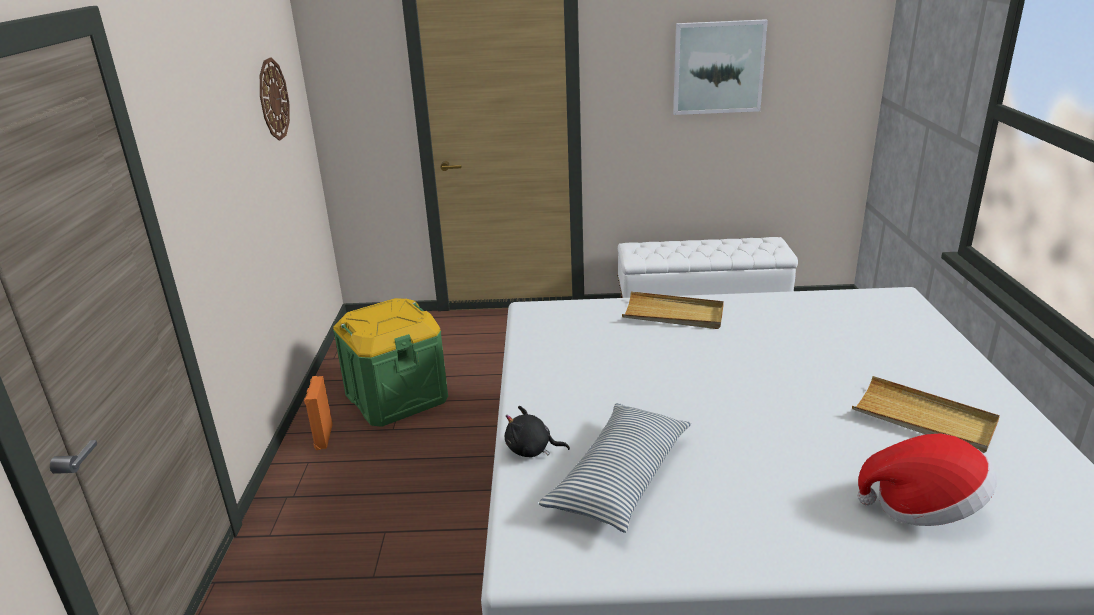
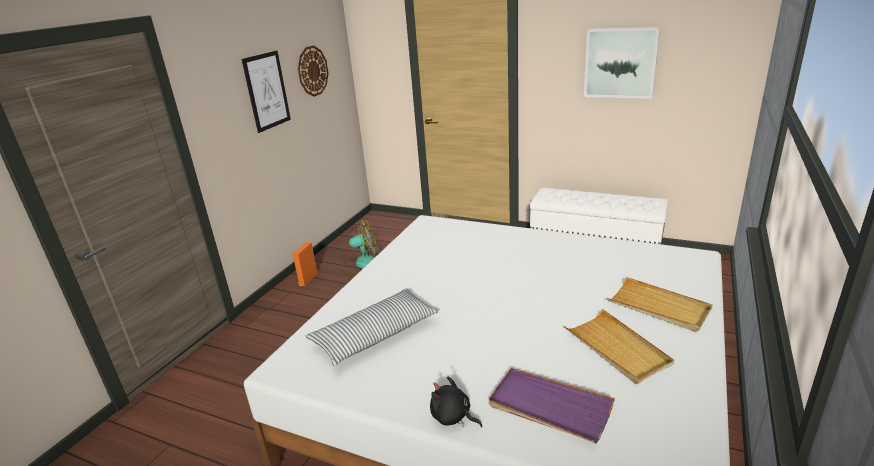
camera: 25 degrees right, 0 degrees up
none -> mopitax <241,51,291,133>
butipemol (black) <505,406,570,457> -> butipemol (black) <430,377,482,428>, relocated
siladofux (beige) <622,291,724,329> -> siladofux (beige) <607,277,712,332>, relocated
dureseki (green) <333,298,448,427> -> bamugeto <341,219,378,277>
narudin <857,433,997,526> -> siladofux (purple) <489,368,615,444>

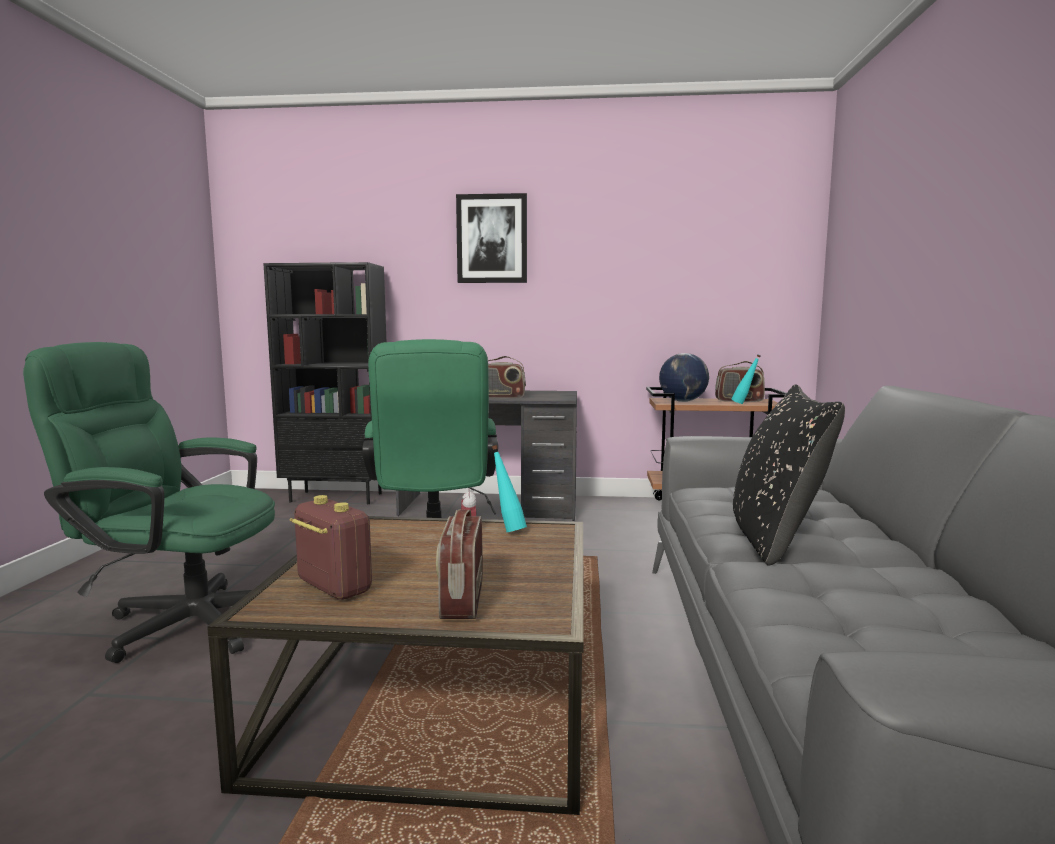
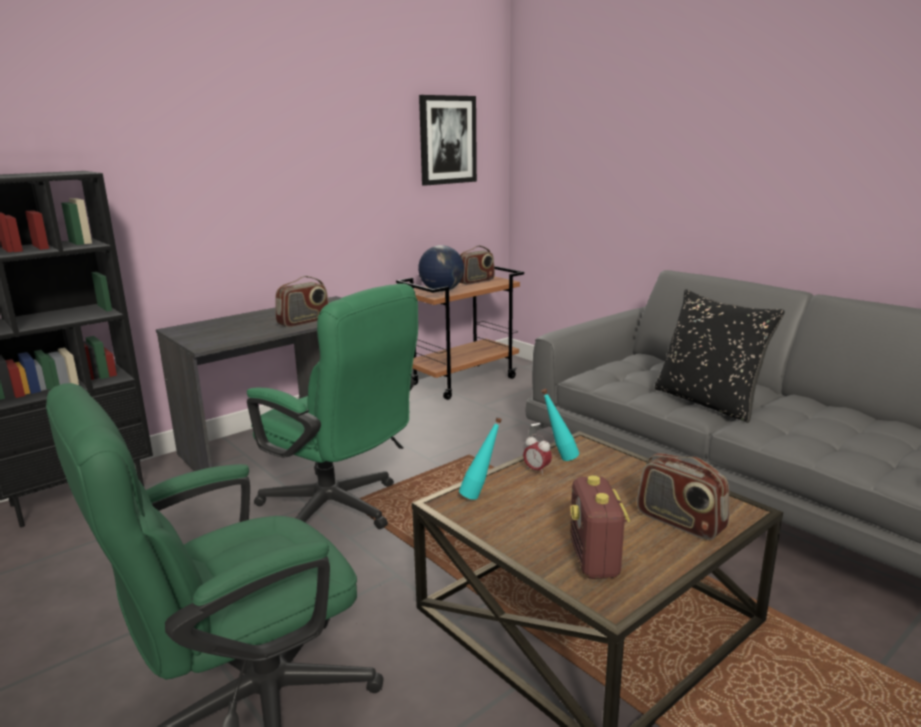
camera: 45 degrees left, 10 degrees up
mopitax <456,193,527,283> -> mopitax <419,95,477,186>, relocated
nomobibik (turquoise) <732,354,761,404> -> nomobibik (turquoise) <459,417,502,500>, relocated
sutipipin <290,495,372,600> -> sutipipin <570,475,630,579>, 90 degrees counterclockwise

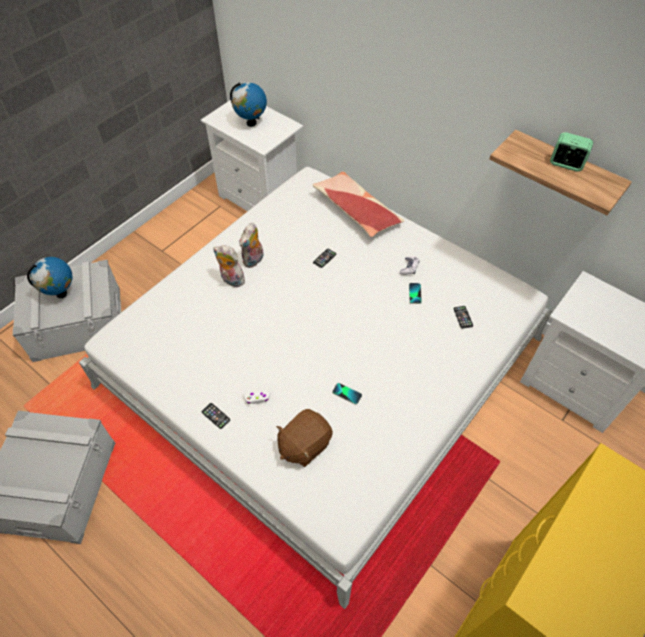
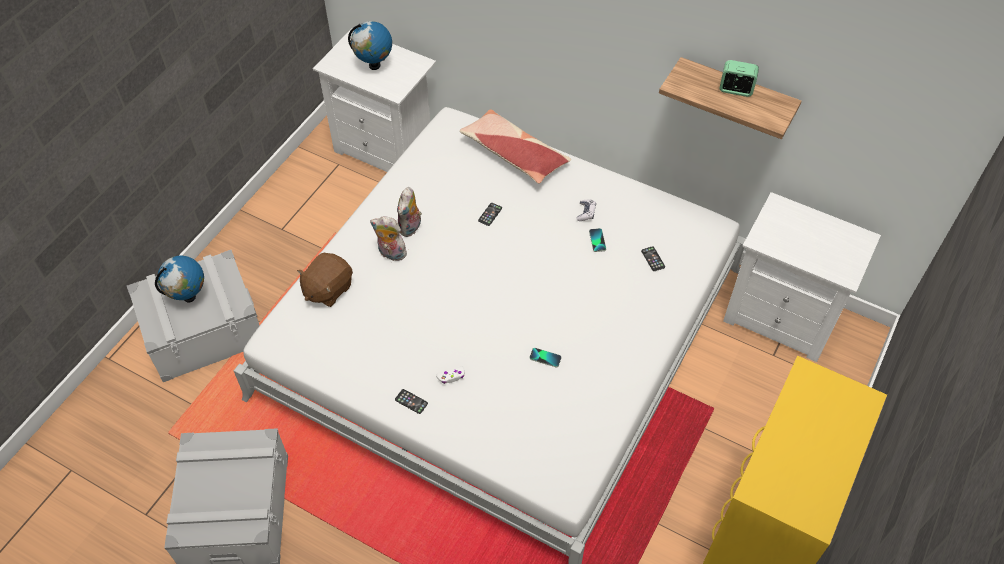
camera: 10 degrees left, 0 degrees up
butipemol (brown) <276,409,333,467> -> butipemol (brown) <297,253,353,307>, relocated

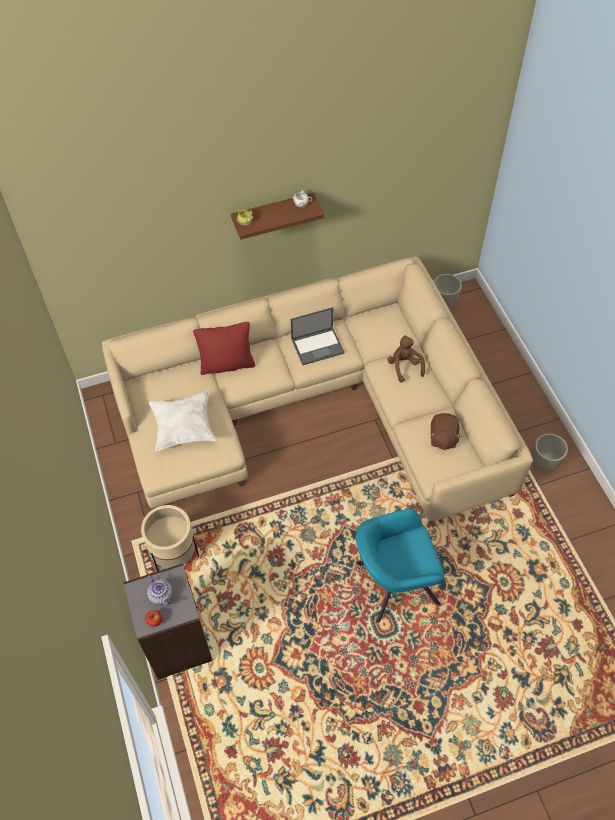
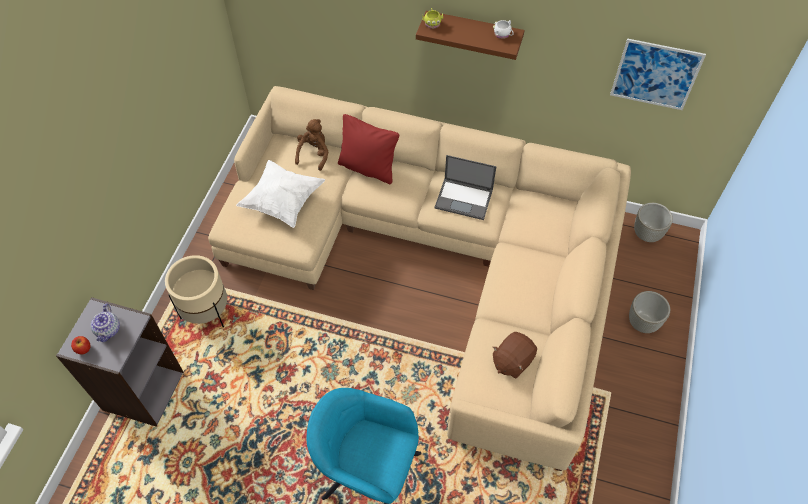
camera: 35 degrees right, 0 degrees up
none -> mopitax <610,38,706,110>
butipemol (brown) <387,335,425,383> -> butipemol (brown) <295,119,328,171>, relocated
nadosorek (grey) <532,433,568,471> -> nadosorek (grey) <629,291,670,333>, relocated

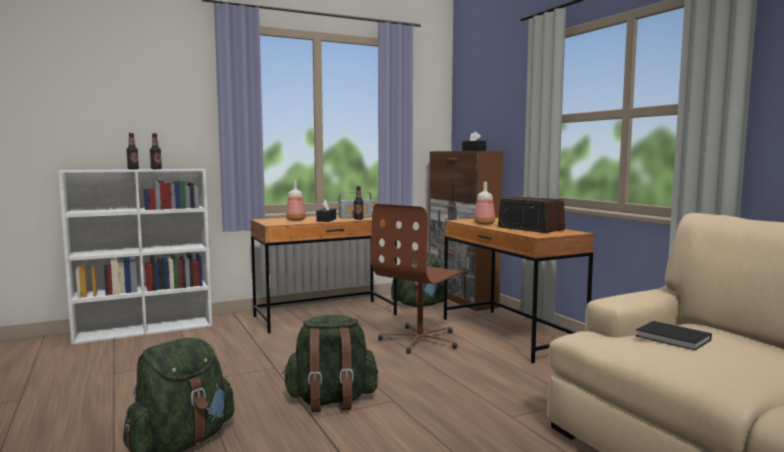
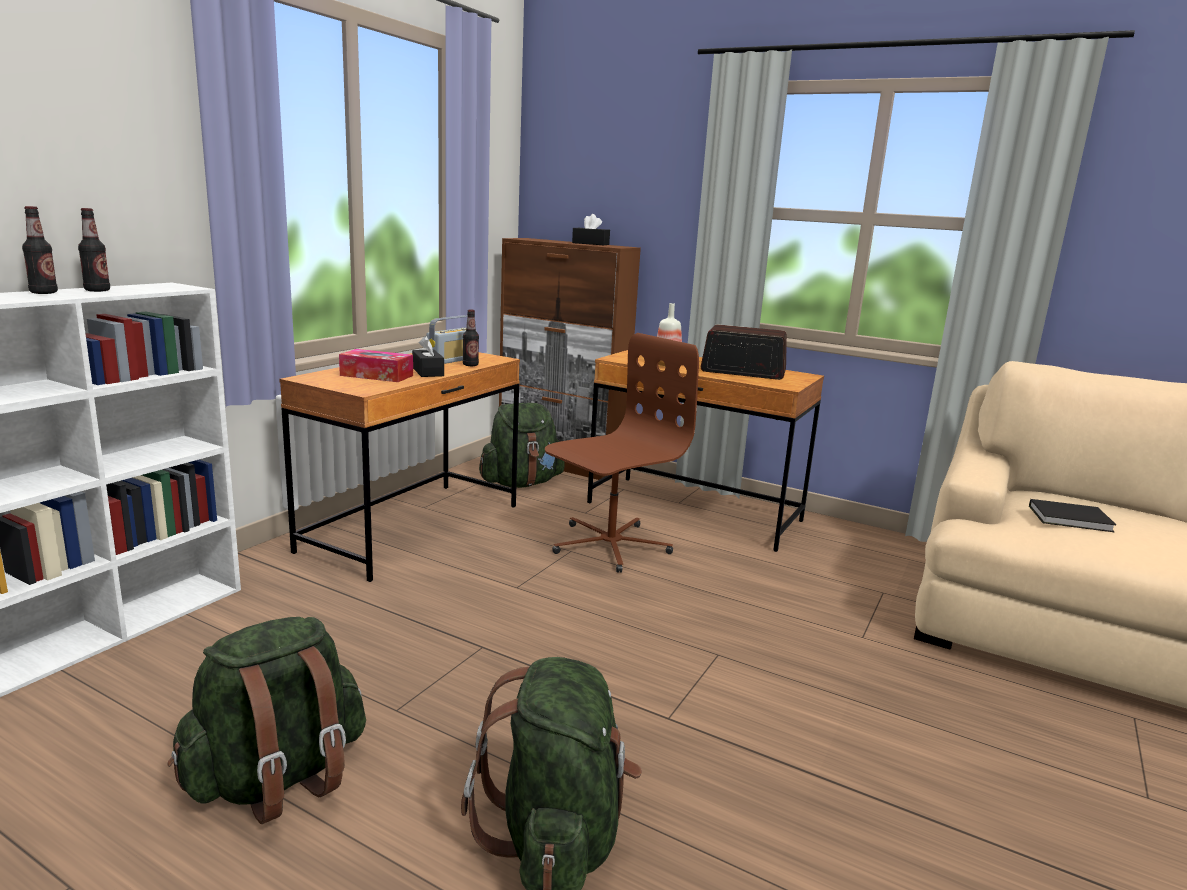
camera: 35 degrees left, 10 degrees up
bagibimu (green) <282,315,378,413> -> bagibimu (green) <167,617,366,824>, relocated
nomobibik <286,180,306,221> -> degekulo <339,349,413,382>
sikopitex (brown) <371,204,465,354> -> sikopitex (brown) <545,333,699,573>, 135 degrees counterclockwise

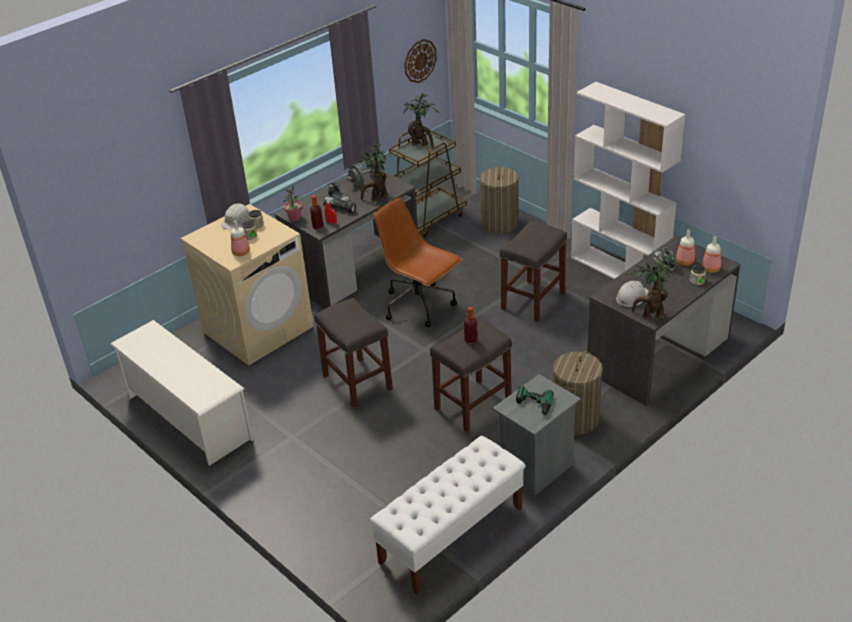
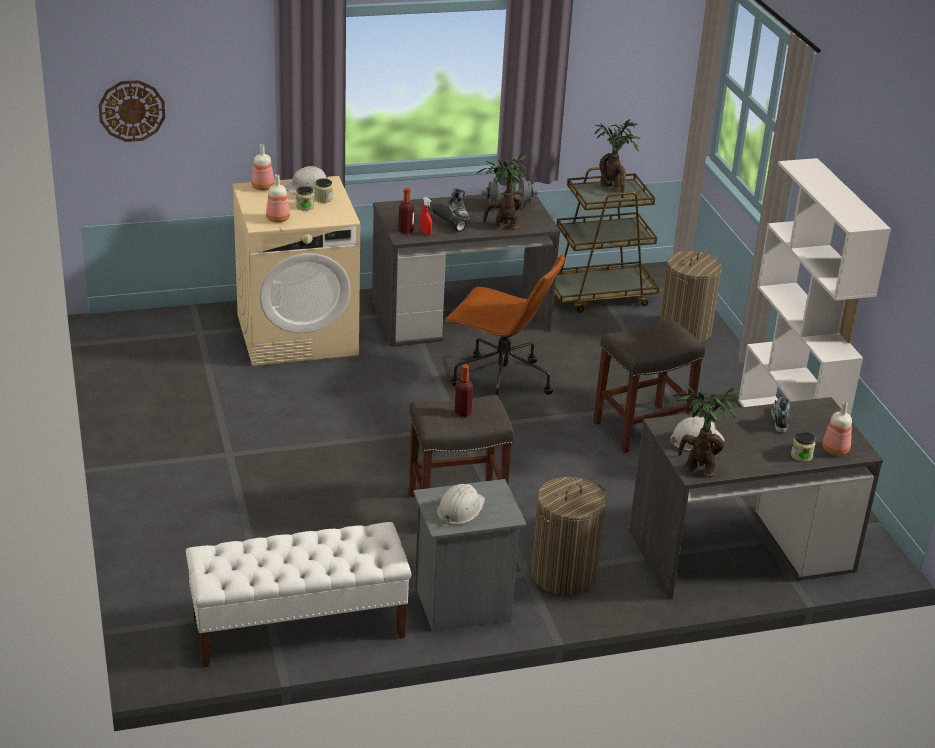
camera: 25 degrees right, 5 degrees down
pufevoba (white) <110,320,253,466> -> none
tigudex <283,185,303,221> -> none
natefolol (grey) <314,298,393,408> -> none
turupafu <404,39,437,83> -> turupafu <98,80,165,142>, relocated
nomobibik <676,229,695,266> -> nomobibik <251,144,274,191>, relocated
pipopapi <516,386,554,418> -> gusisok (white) <437,484,485,524>
sikopitex (brown) <374,198,462,327> -> sikopitex (brown) <445,254,565,395>, 135 degrees clockwise

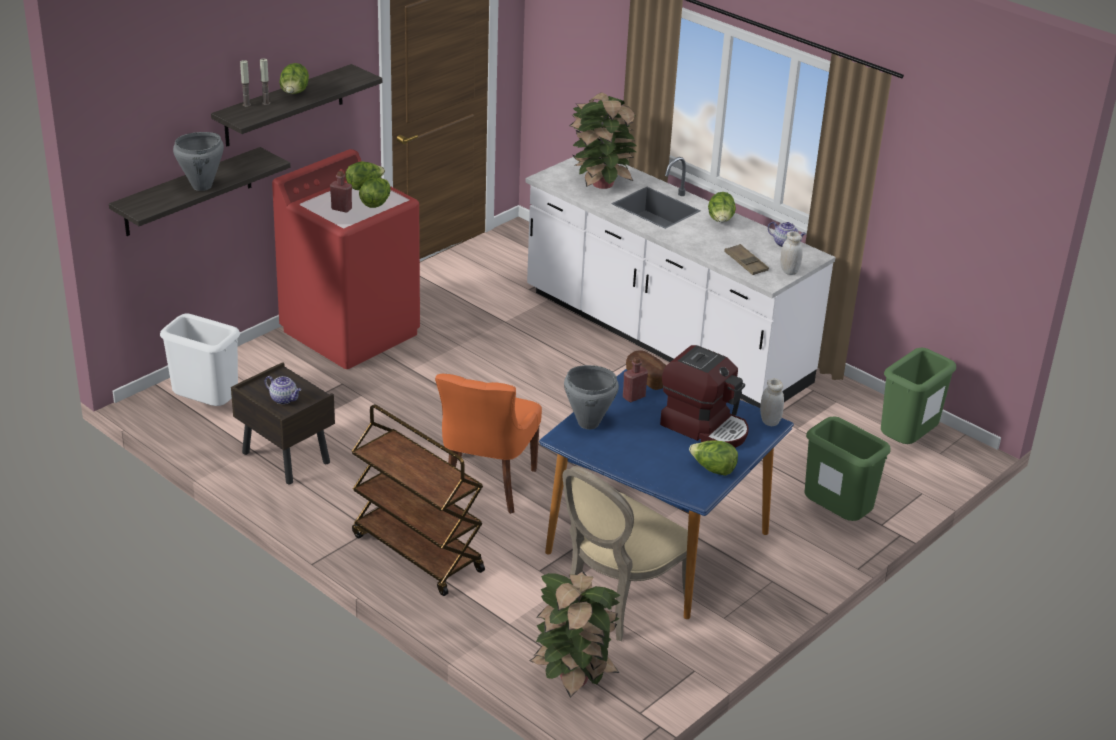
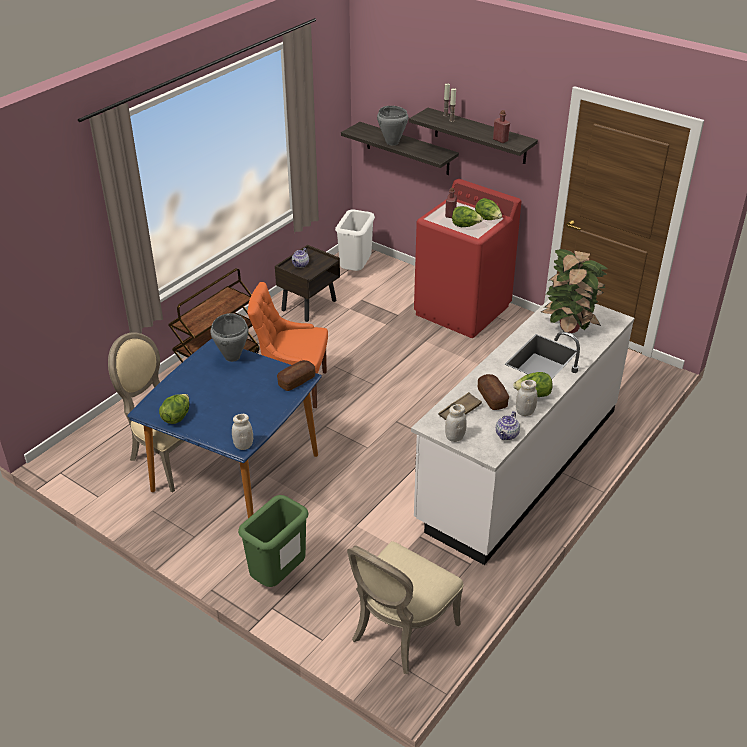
camera: 85 degrees right, 5 degrees up
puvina <279,63,309,94> -> none
tigudex <530,571,620,697> -> none
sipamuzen <660,345,749,448> -> none
none -> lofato <478,374,509,410>
none -> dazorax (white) <516,380,537,416>
nomobibik (red) <623,357,648,402> -> nomobibik (red) <493,110,510,143>, relocated
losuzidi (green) <881,347,956,444> -> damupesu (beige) <347,541,464,674>

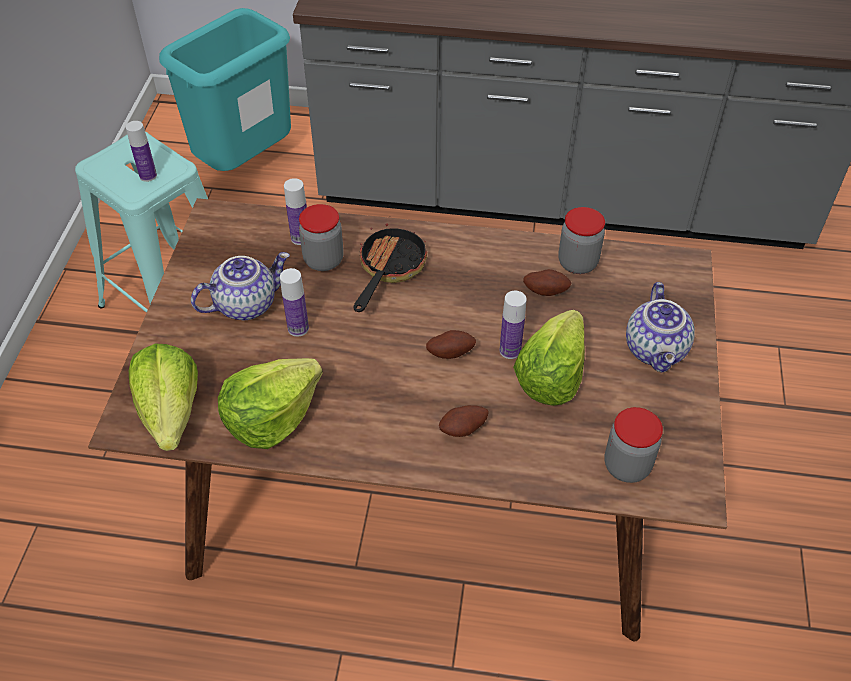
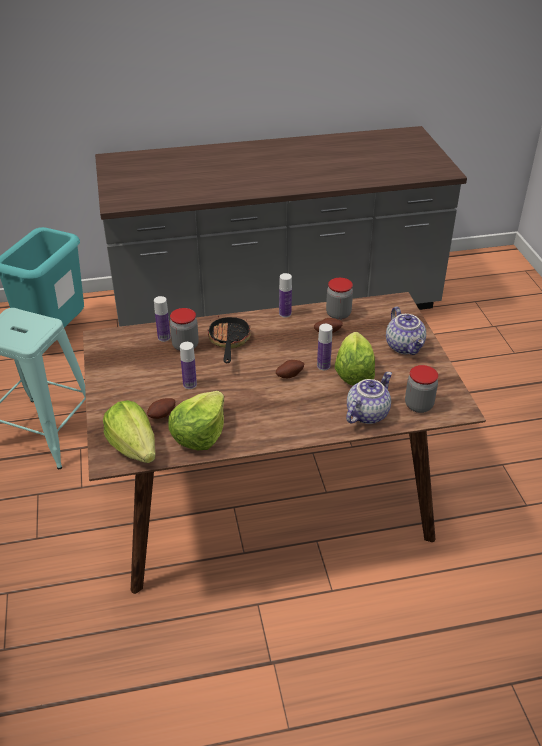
camera: 20 degrees left, 10 degrees down
nomobibik <126,121,157,182> -> nomobibik <279,273,292,318>, relocated
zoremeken <191,252,290,320> -> zoremeken <346,372,392,424>, relocated
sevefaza <439,405,489,437> -> sevefaza <147,398,175,419>, relocated

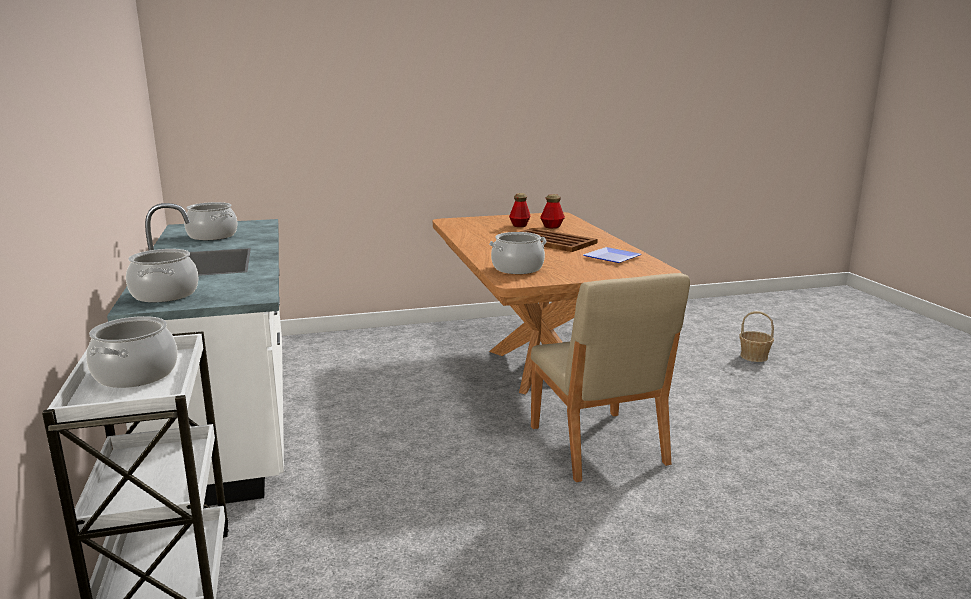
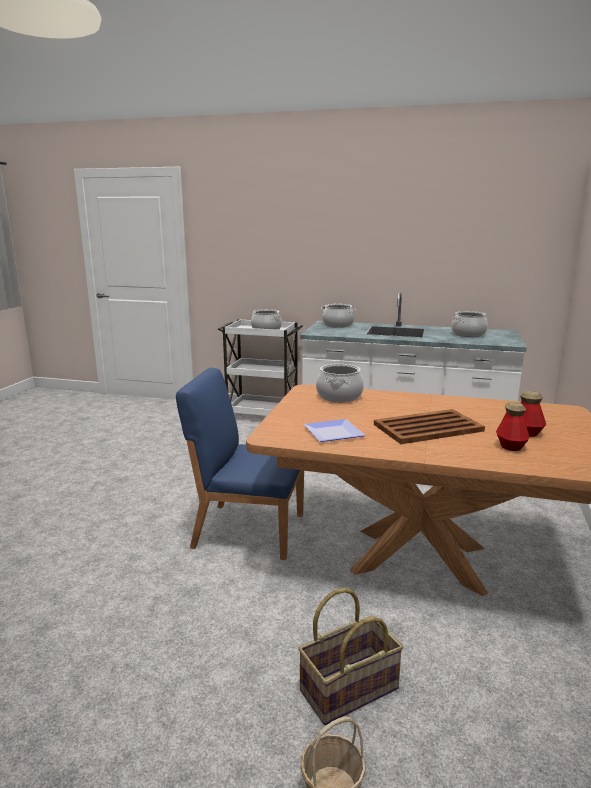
camera: 120 degrees right, 0 degrees up
none -> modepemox <298,588,403,725>
damupesu (beige) <531,273,690,482> -> damupesu (blue) <176,368,304,560>

